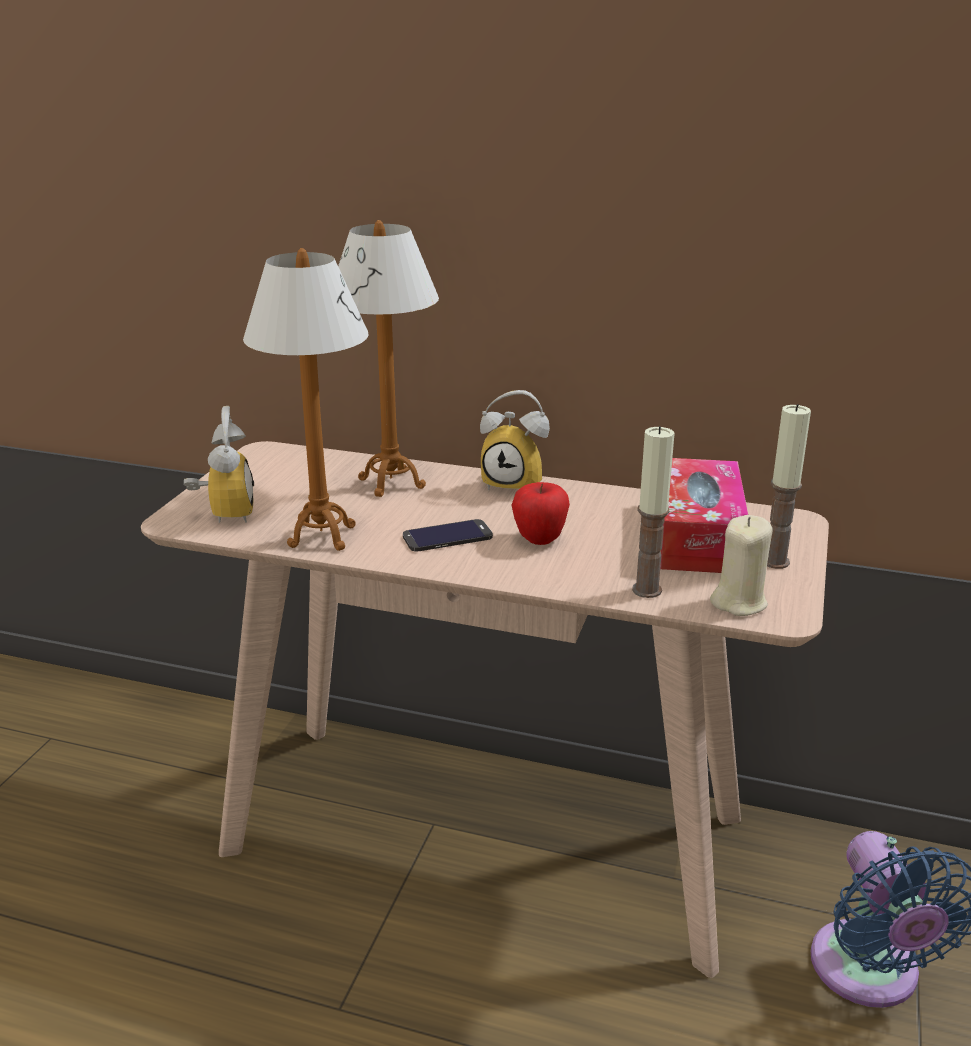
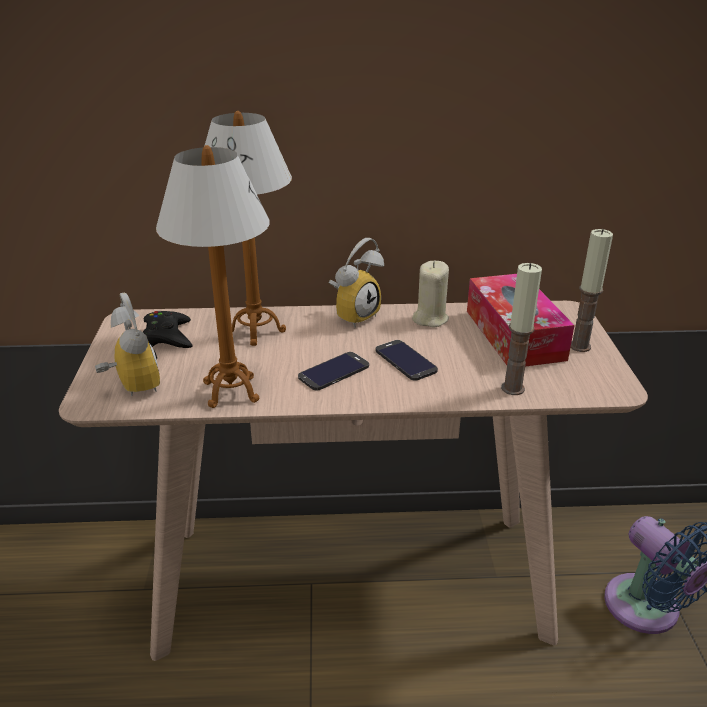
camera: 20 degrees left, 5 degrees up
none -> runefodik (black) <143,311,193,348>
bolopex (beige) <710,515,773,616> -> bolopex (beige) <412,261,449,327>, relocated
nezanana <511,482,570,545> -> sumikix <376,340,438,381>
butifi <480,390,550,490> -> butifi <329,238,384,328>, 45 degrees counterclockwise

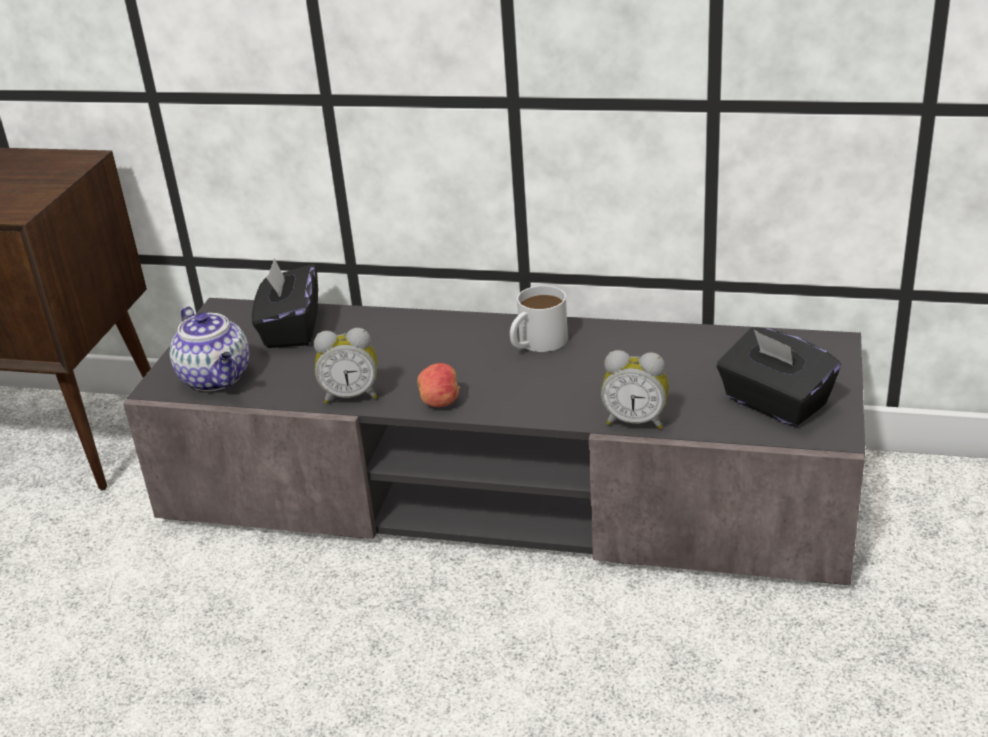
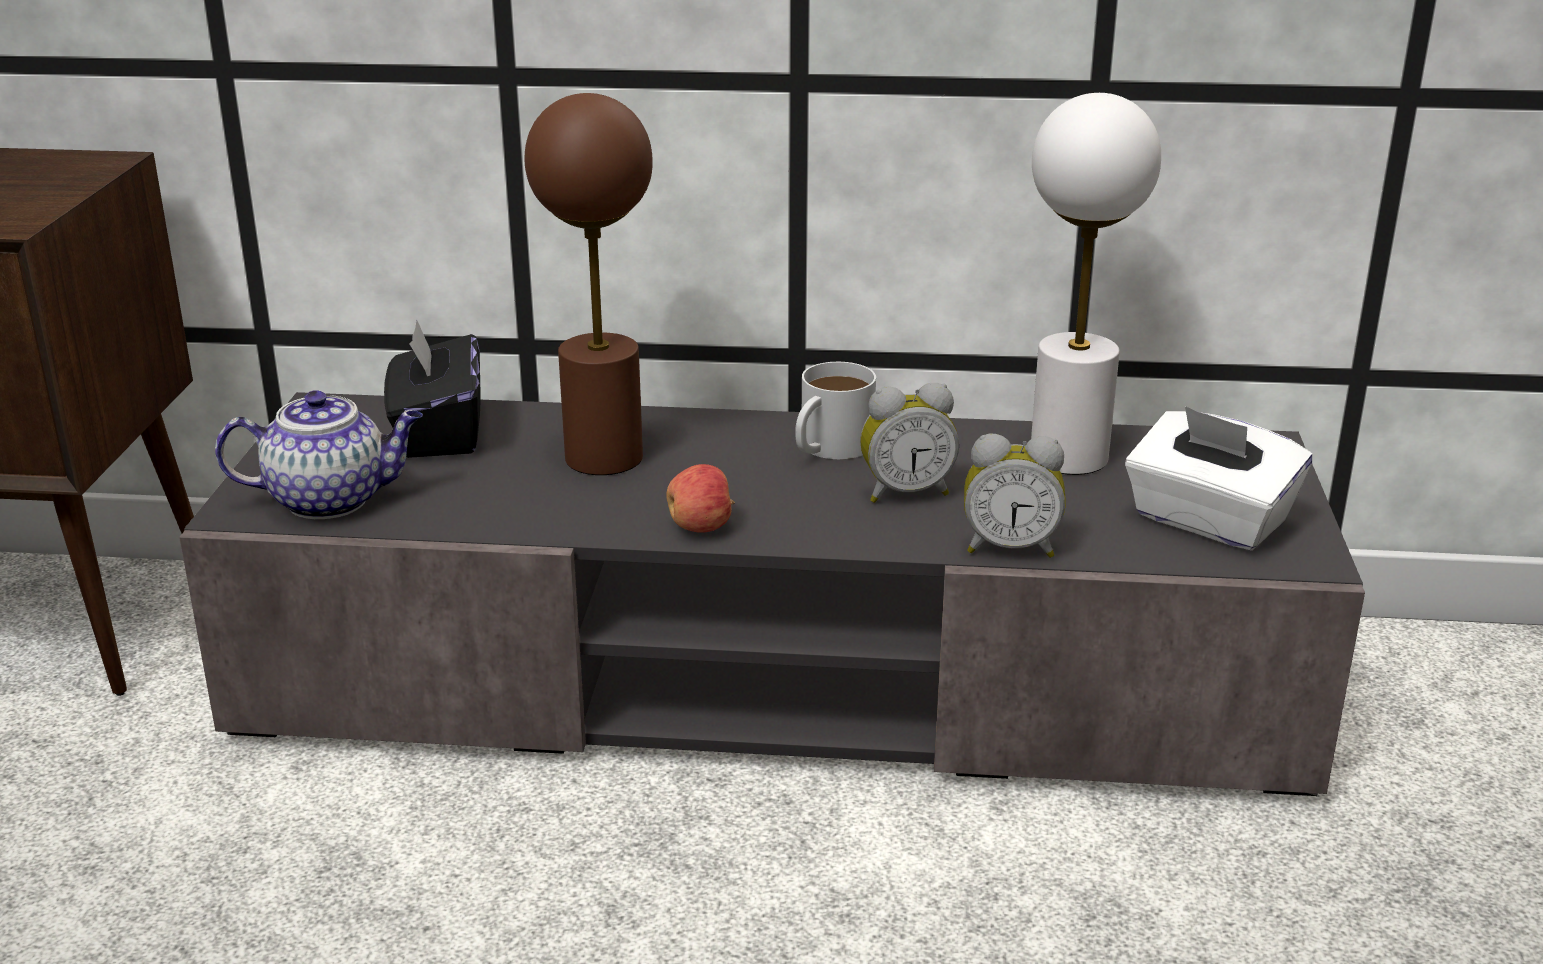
camera: 10 degrees left, 5 degrees down
none -> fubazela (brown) <525,93,653,475>
none -> fubazela (white) <1031,93,1161,475>
butifi <314,328,377,404> -> butifi <860,383,959,503>, relocated
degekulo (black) <717,327,841,427> -> degekulo (white) <1125,406,1312,551>
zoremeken <170,306,249,391> -> zoremeken <215,390,423,519>, 60 degrees counterclockwise

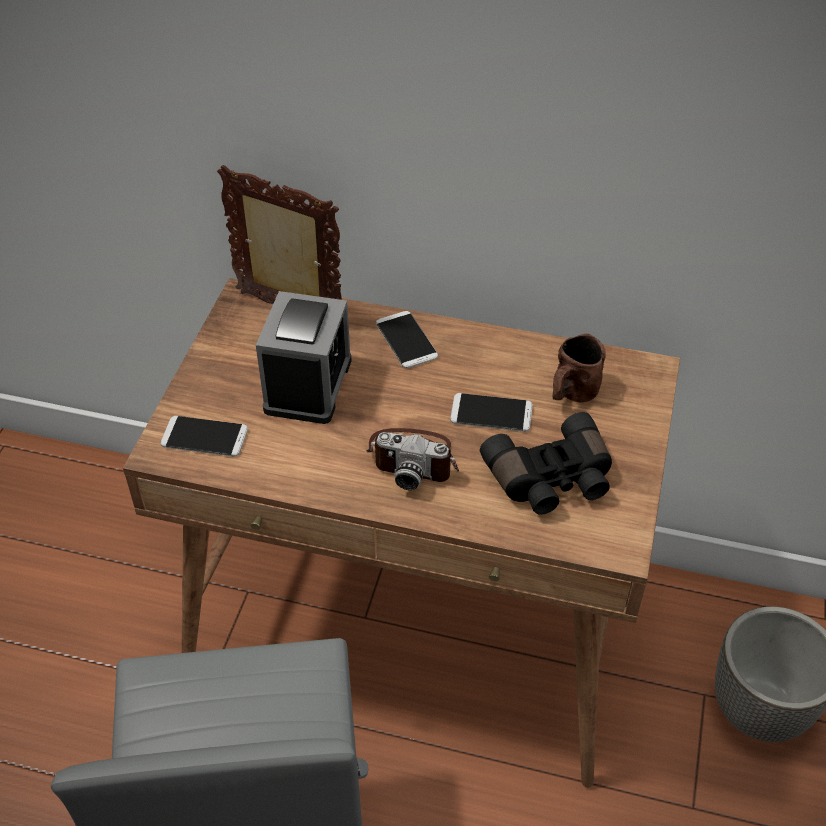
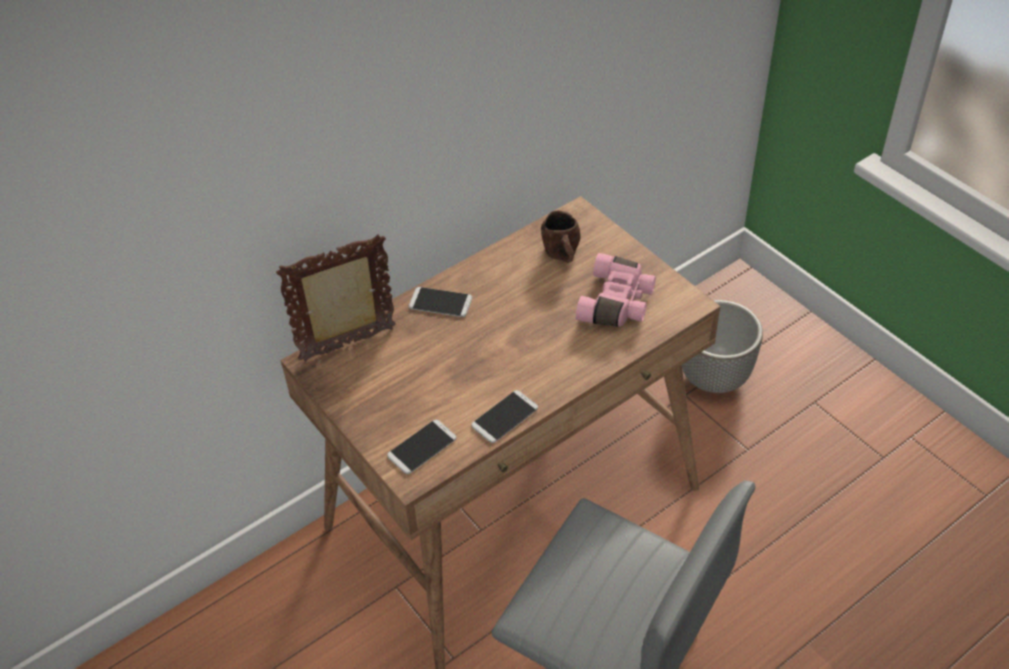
camera: 50 degrees left, 0 degrees up
butifi <256,291,352,424> -> none
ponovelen <366,428,459,490> -> none
sumikix <450,393,533,432> -> sumikix <471,390,538,443>, relocated
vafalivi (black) <480,412,612,515> -> vafalivi (pink) <576,253,656,327>

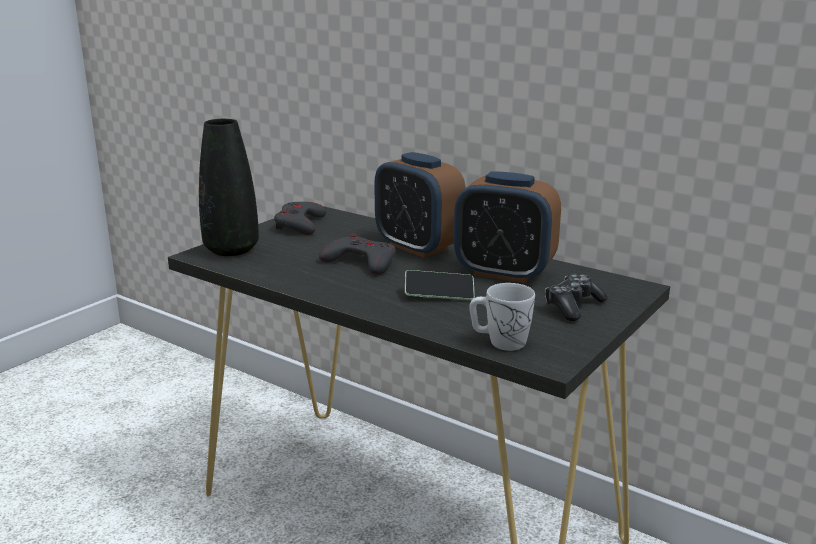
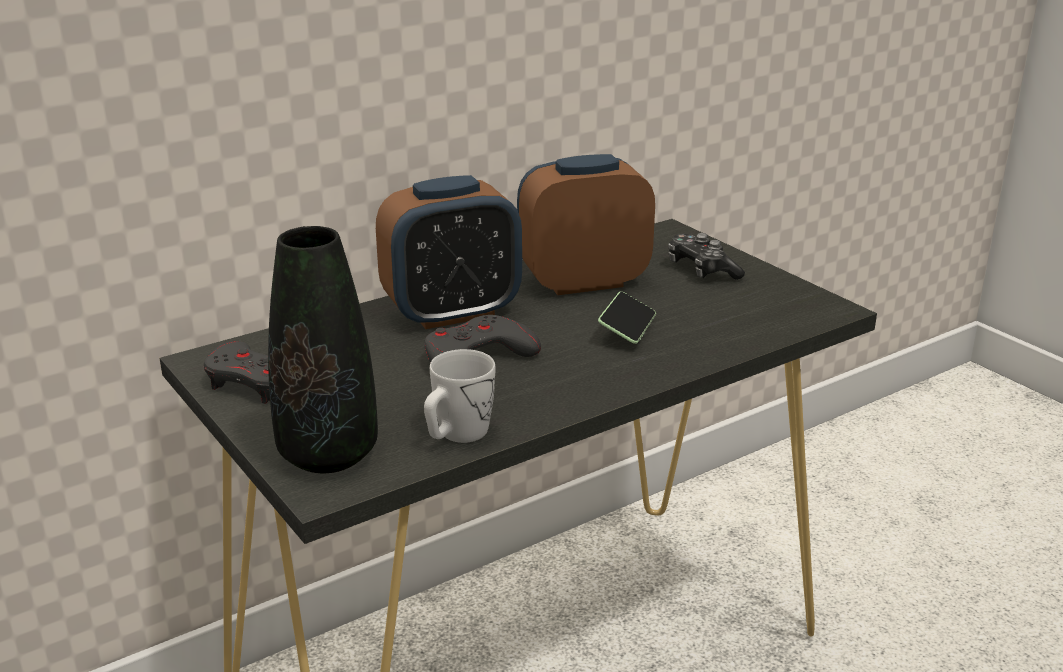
camera: 70 degrees left, 5 degrees up
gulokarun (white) <469,283,535,351> -> gulokarun (white) <424,349,495,443>, relocated
butifi <454,171,561,283> -> butifi <517,154,655,295>, 150 degrees counterclockwise

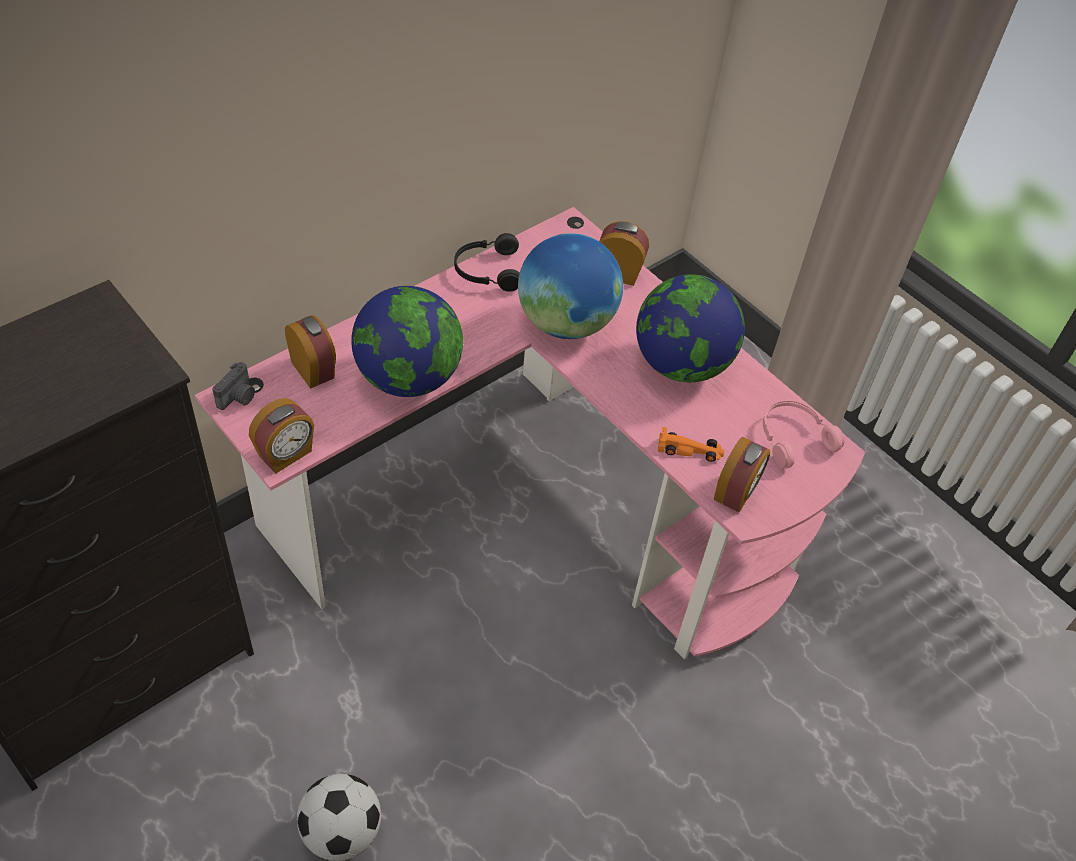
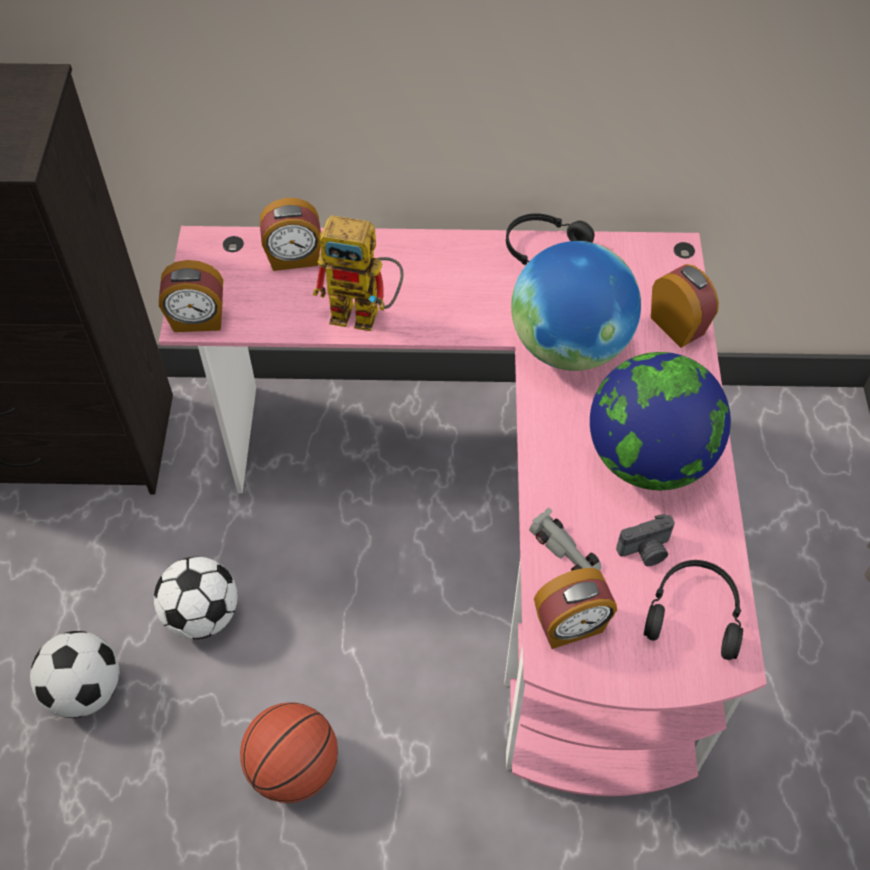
camera: 45 degrees right, 5 degrees up
none -> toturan <154,557,238,639>
none -> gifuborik <240,702,338,803>
ponovelen <212,362,255,410> -> ponovelen <616,514,675,566>, relocated
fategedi <351,286,463,397> -> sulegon <313,216,403,331>
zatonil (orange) <658,427,724,462> -> zatonil (grey) <529,508,602,571>
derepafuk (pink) <763,400,844,468> -> derepafuk (black) <644,560,743,660>
butifi <285,315,336,389> -> butifi <260,198,321,271>, 75 degrees clockwise

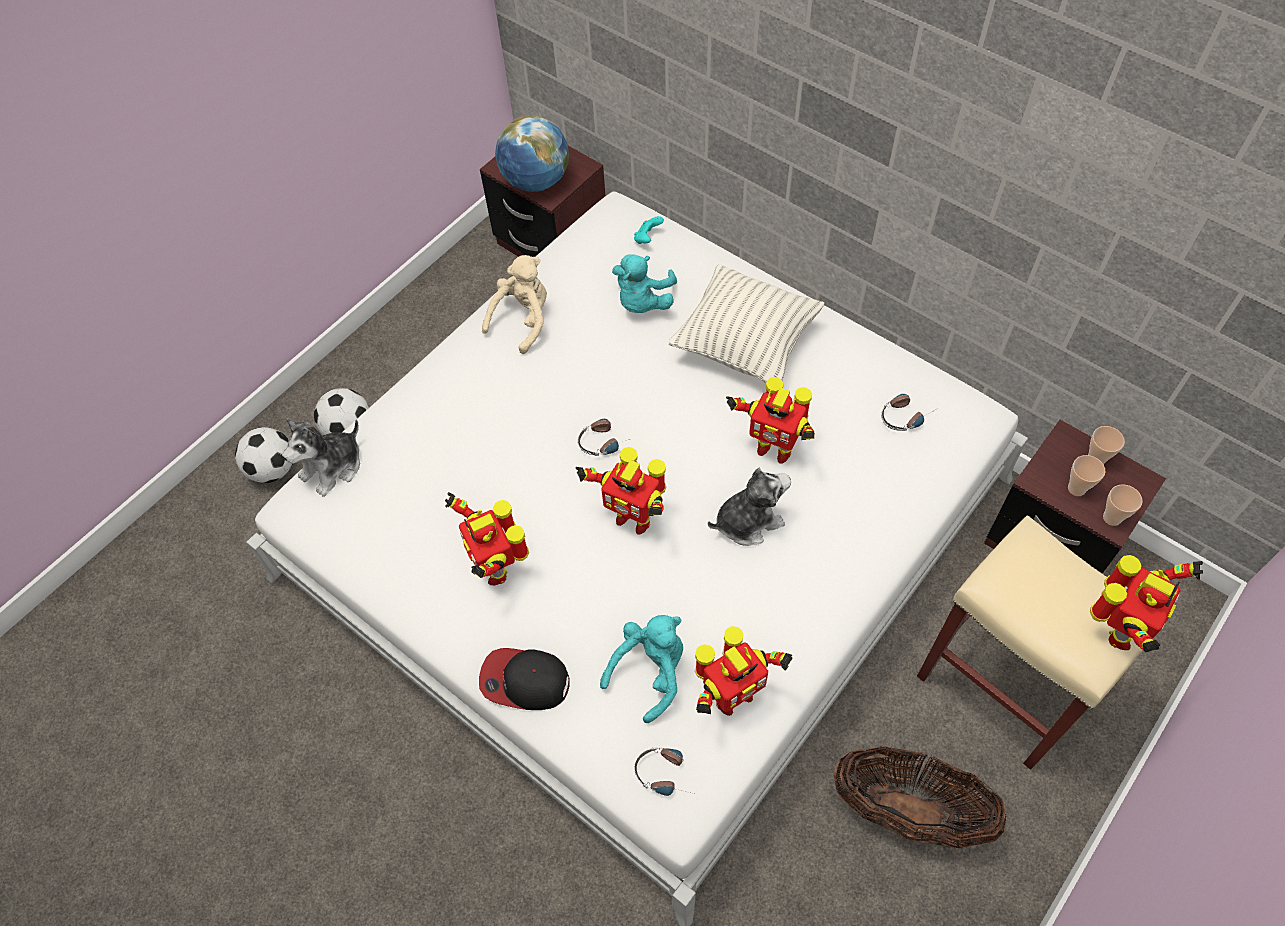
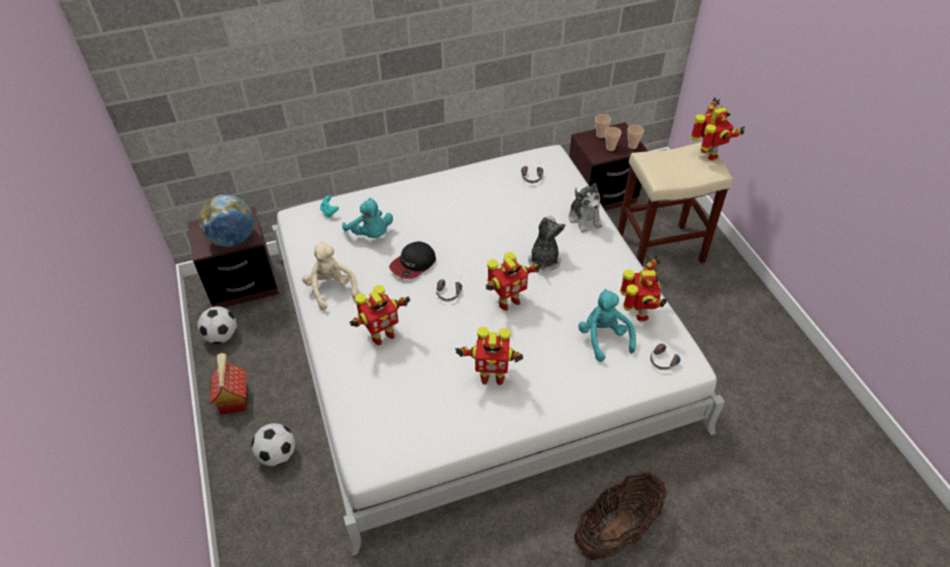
camera: 60 degrees left, 10 degrees down
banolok <668,264,824,383> -> none
none -> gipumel <210,353,247,415>
toturan <235,427,293,483> -> toturan <198,306,237,344>, relocated
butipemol <282,418,360,497> -> butipemol <569,183,603,233>, relocated
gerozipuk <479,648,570,710> -> gerozipuk <389,241,436,279>, relocated
sulegon <726,377,815,464> -> sulegon <349,285,410,345>, relocated
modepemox <833,746,1007,849> -> modepemox <574,472,666,560>, relocated

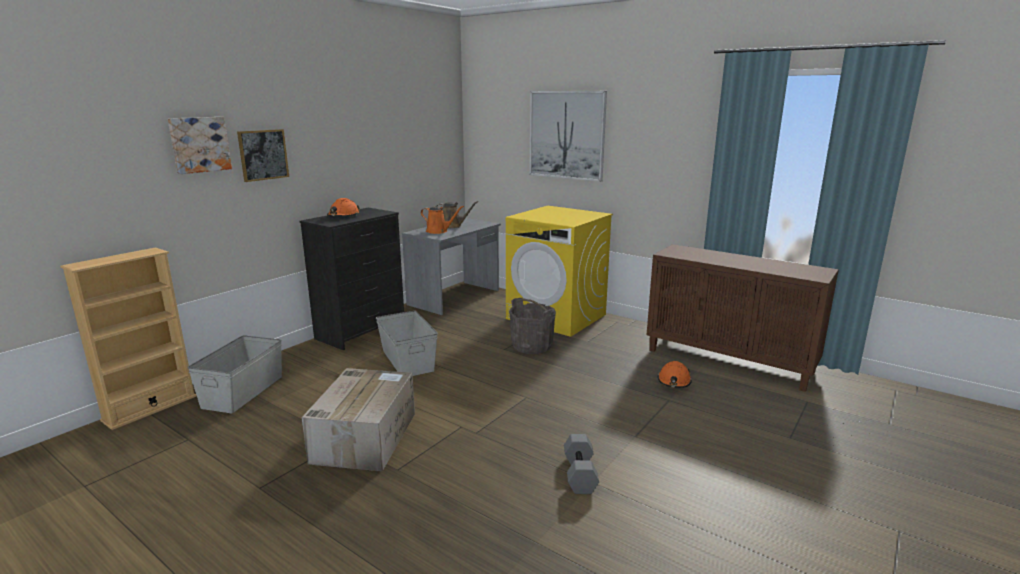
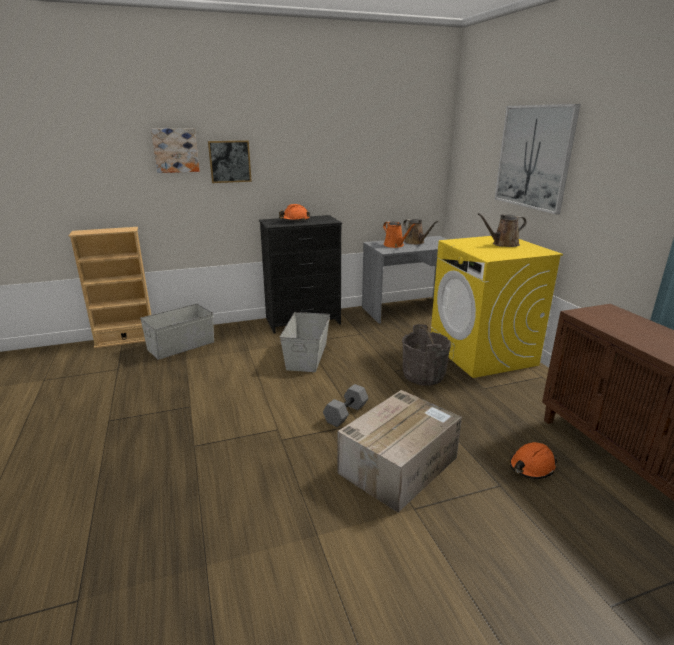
camera: 35 degrees right, 5 degrees up
none -> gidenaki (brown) <478,213,527,247>
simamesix <301,368,415,471> -> simamesix <338,390,462,512>, relocated
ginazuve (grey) <564,434,599,494> -> ginazuve (grey) <323,384,369,427>, relocated

